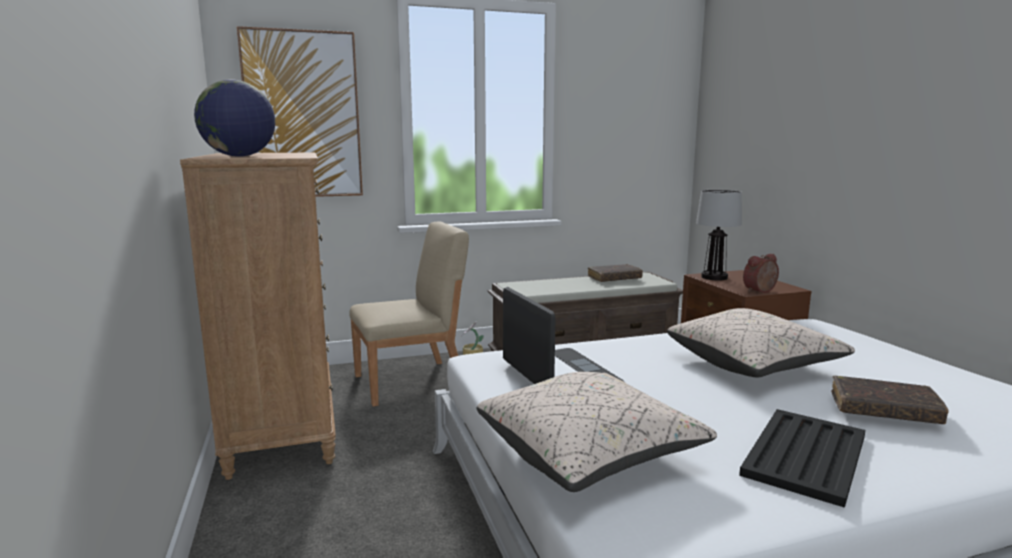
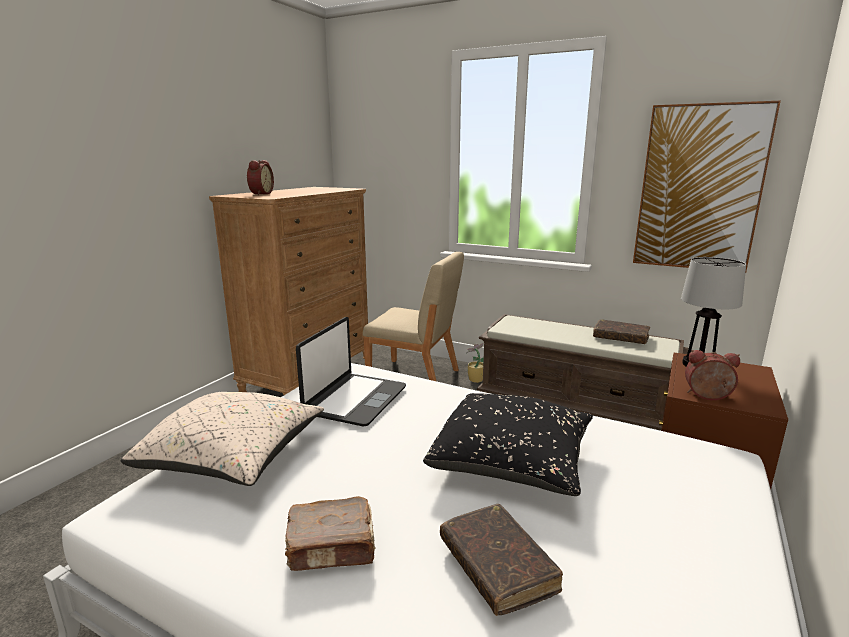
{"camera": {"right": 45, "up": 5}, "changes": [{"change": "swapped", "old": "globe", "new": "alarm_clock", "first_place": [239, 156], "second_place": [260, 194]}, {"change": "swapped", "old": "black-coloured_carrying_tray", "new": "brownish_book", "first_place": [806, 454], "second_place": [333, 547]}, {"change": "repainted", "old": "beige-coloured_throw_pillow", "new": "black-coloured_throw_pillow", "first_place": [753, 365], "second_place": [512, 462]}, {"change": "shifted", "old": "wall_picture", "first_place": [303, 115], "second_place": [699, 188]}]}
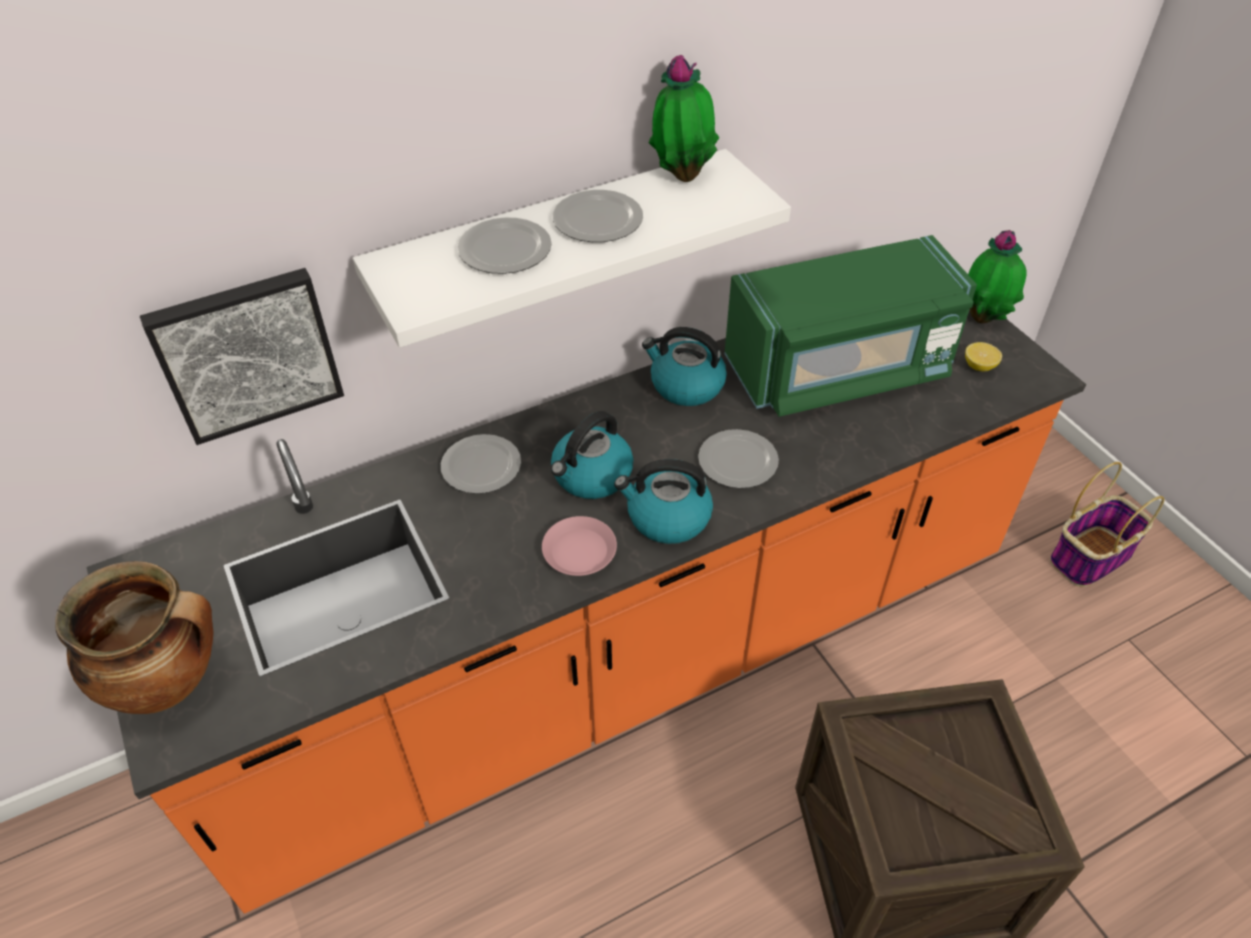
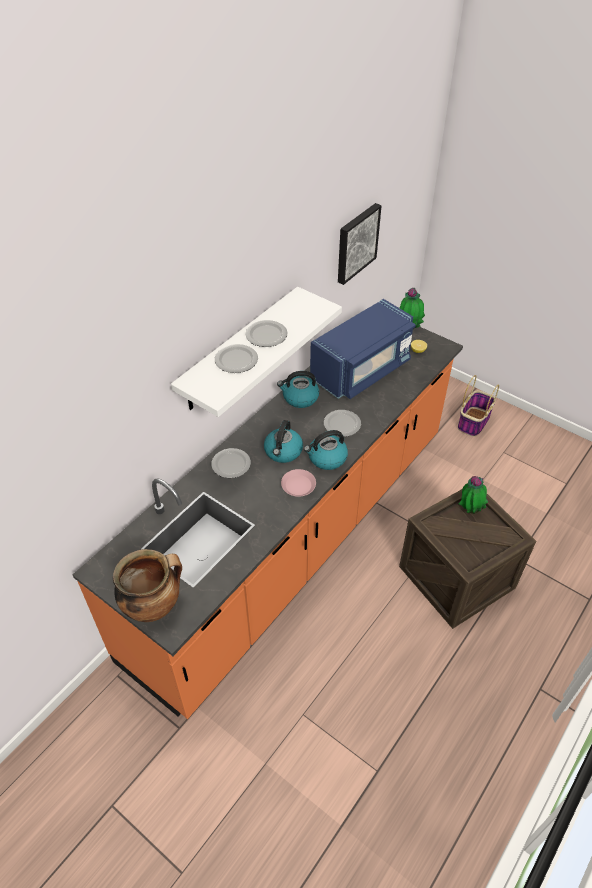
{"camera": {"right": -25, "up": 0}, "changes": [{"change": "repainted", "old": "green-coloured_kitchen_microwave", "new": "blue-coloured_kitchen_microwave", "first_place": [839, 369], "second_place": [361, 370]}, {"change": "shifted", "old": "wall_picture", "first_place": [247, 353], "second_place": [356, 243]}, {"change": "shifted", "old": "houseplant", "first_place": [682, 176], "second_place": [469, 509]}]}
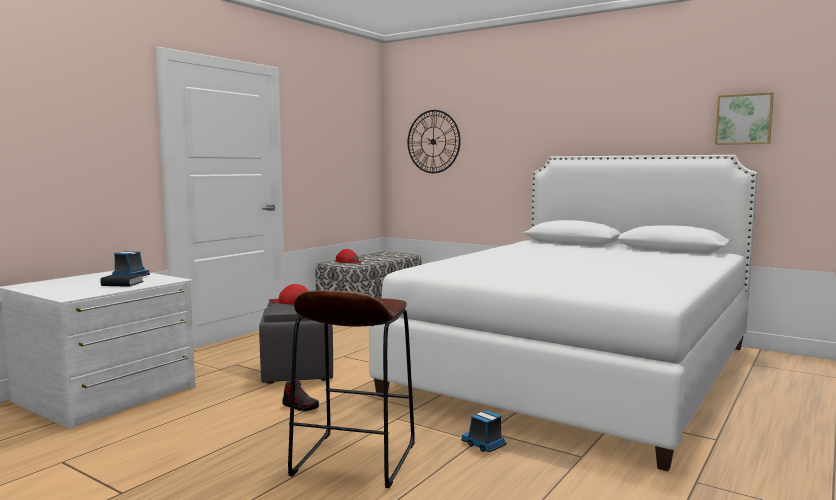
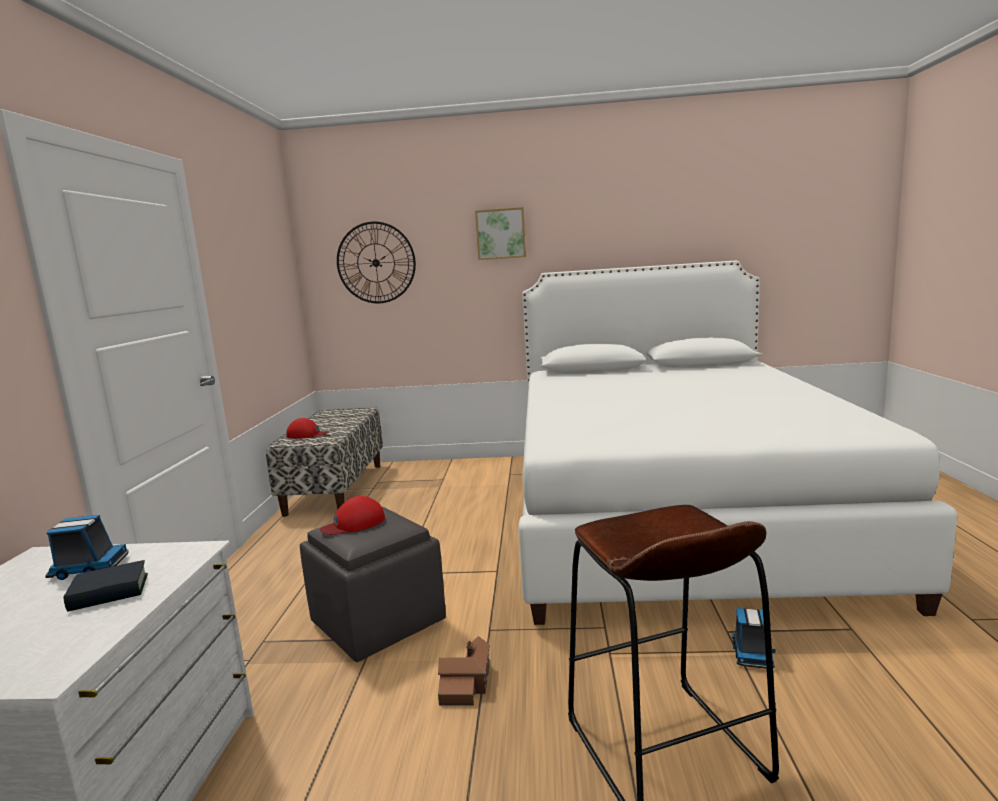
{"camera": {"right": -30, "up": 5}, "changes": [{"change": "swapped", "old": "item_of_footwear", "new": "miniature_house", "first_place": [300, 406], "second_place": [466, 684]}, {"change": "shifted", "old": "wall_picture", "first_place": [744, 119], "second_place": [501, 234]}, {"change": "rotated", "old": "model_truck", "first_place": [484, 444], "second_place": [752, 653], "degrees": -90}]}
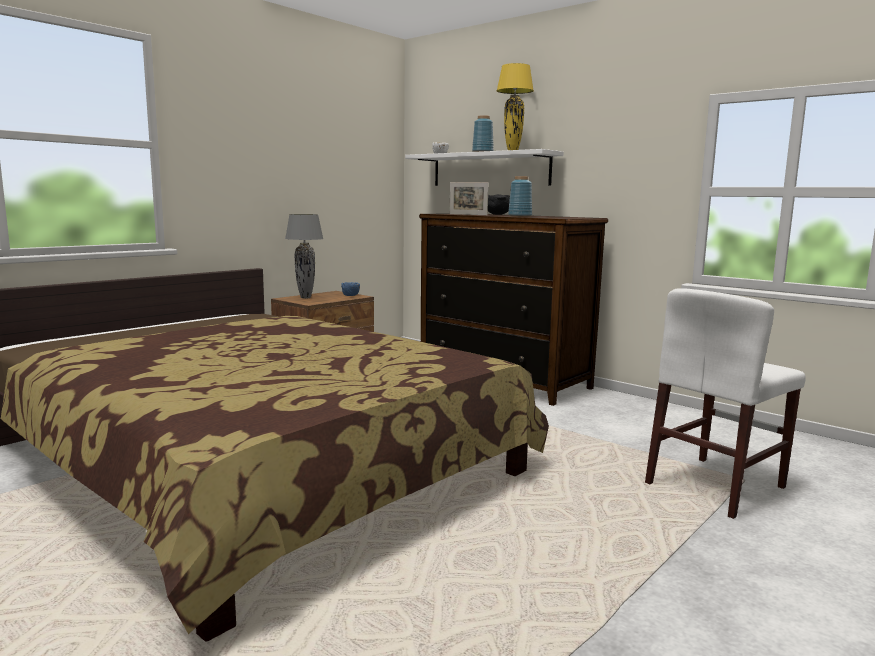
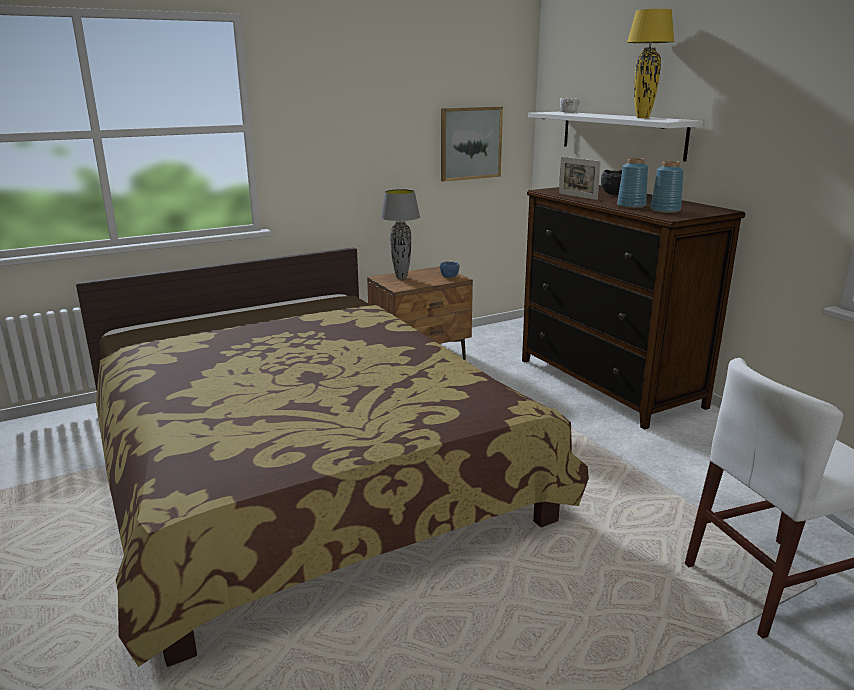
{"camera": {"right": 20, "up": 10}, "changes": [{"change": "new", "new": "wall_picture", "second_place": [470, 143]}, {"change": "shifted", "old": "blue-coloured_vase", "first_place": [483, 152], "second_place": [665, 210]}]}
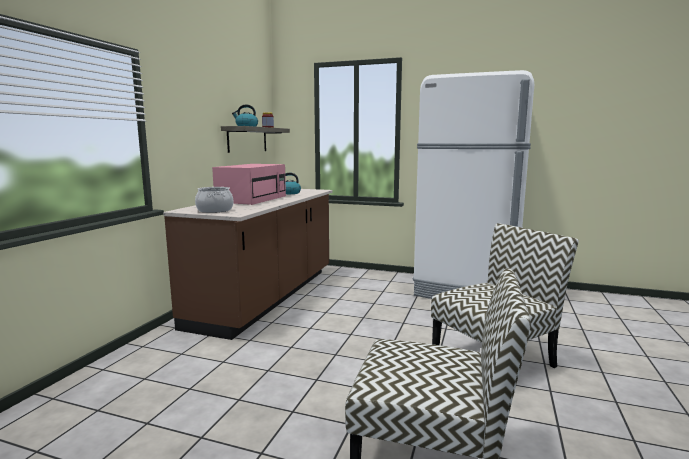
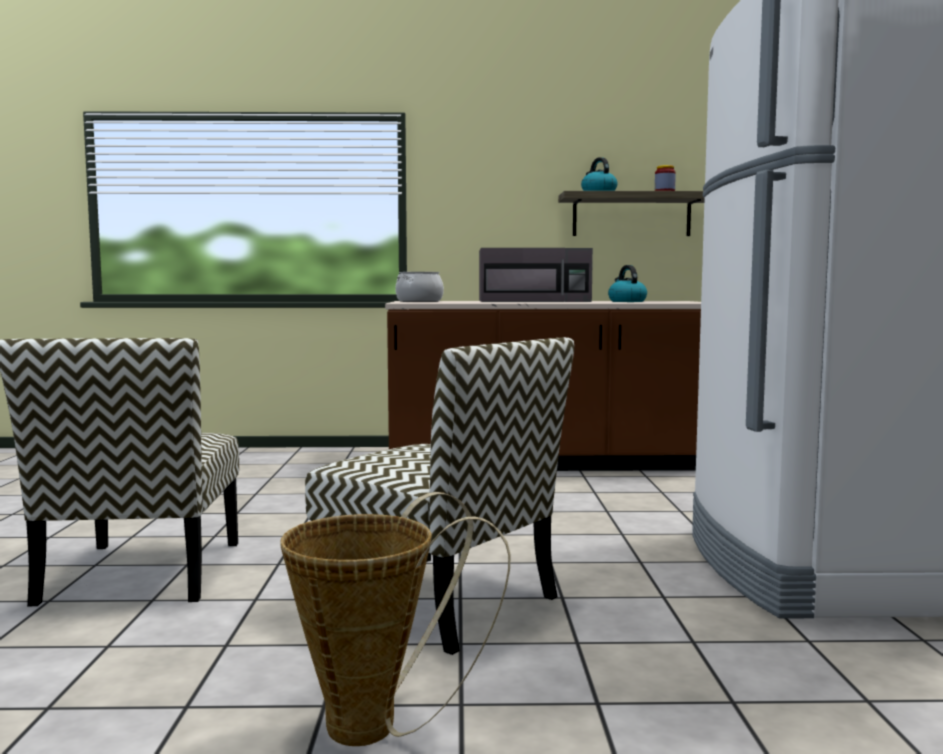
{"camera": {"right": 70, "up": -5}, "changes": [{"change": "new", "new": "household_basket", "second_place": [378, 726]}, {"change": "repainted", "old": "pink_kitchen_microwave", "new": "grey_kitchen_microwave", "first_place": [252, 199], "second_place": [535, 301]}]}
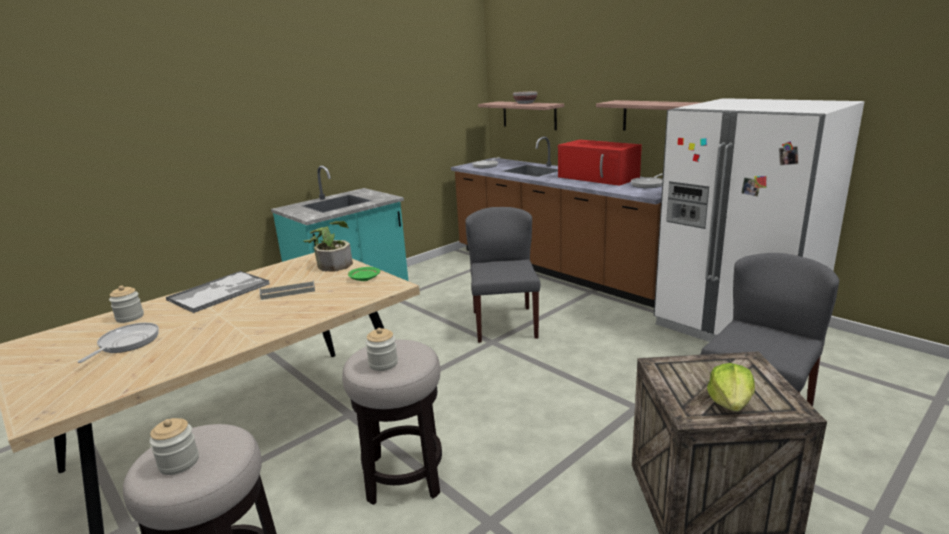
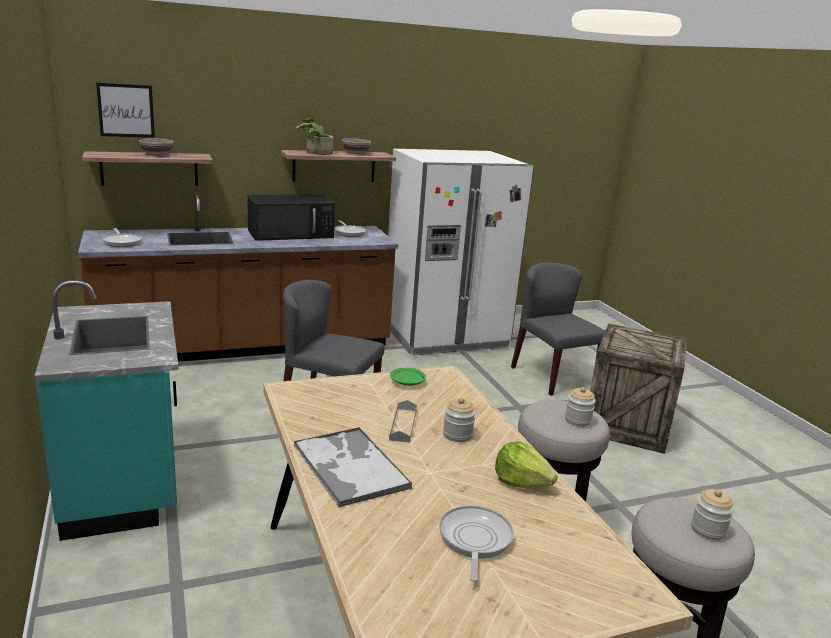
{"camera": {"right": -70, "up": 0}, "changes": [{"change": "new", "new": "wall_picture", "second_place": [126, 110]}, {"change": "repainted", "old": "red-coloured_kitchen_microwave", "new": "black-coloured_kitchen_microwave", "first_place": [599, 177], "second_place": [292, 234]}, {"change": "shifted", "old": "houseplant", "first_place": [332, 264], "second_place": [315, 152]}, {"change": "new", "new": "bowl", "second_place": [355, 153]}, {"change": "rotated", "old": "frying_pan", "first_place": [126, 343], "second_place": [474, 540], "degrees": 60}, {"change": "shifted", "old": "jar", "first_place": [130, 317], "second_place": [457, 435]}, {"change": "shifted", "old": "lettuce_head", "first_place": [730, 403], "second_place": [521, 481]}]}
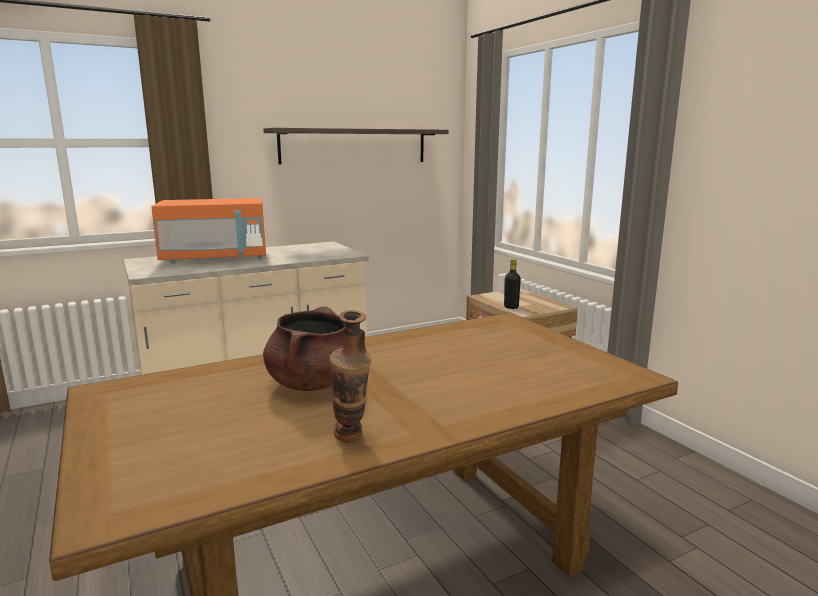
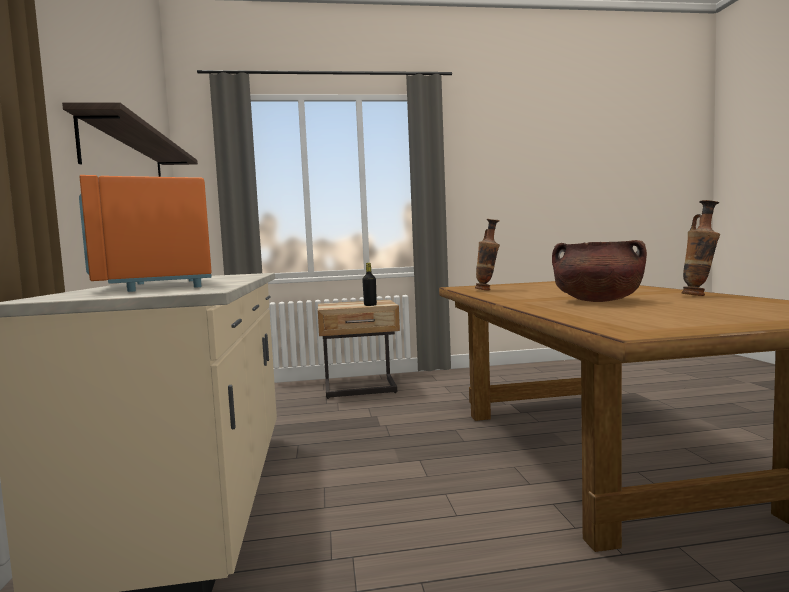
{"camera": {"right": -70, "up": -10}, "changes": [{"change": "rotated", "old": "orange_kitchen_microwave", "first_place": [216, 258], "second_place": [156, 286], "degrees": 150}, {"change": "new", "new": "vase", "second_place": [488, 290]}]}
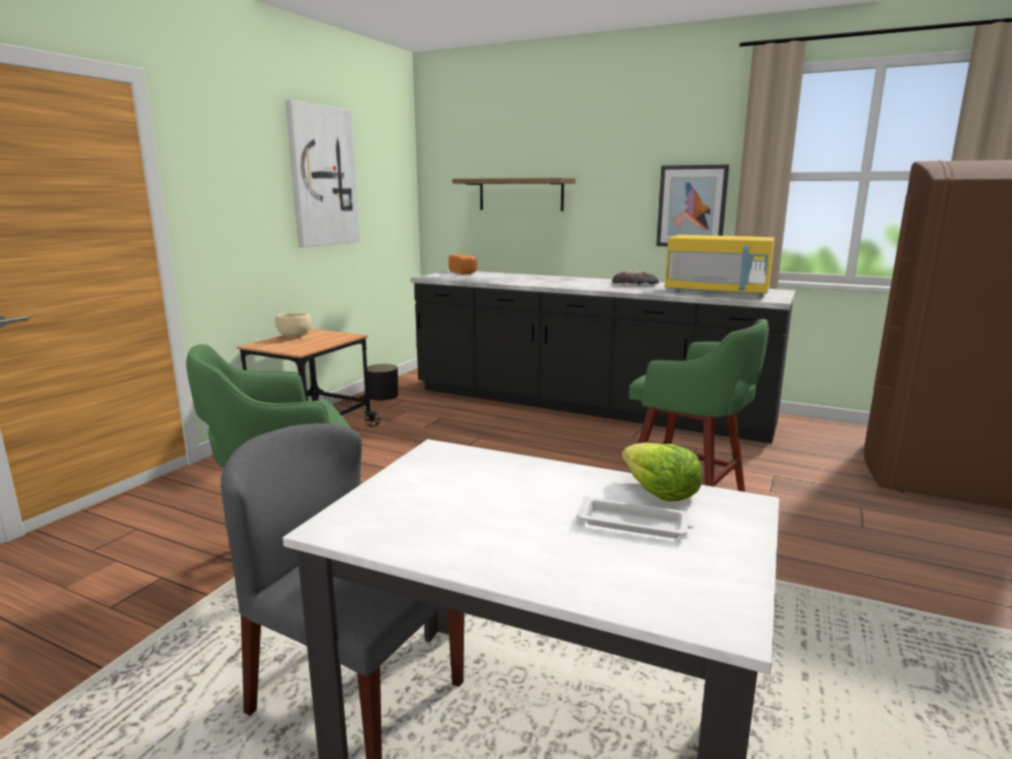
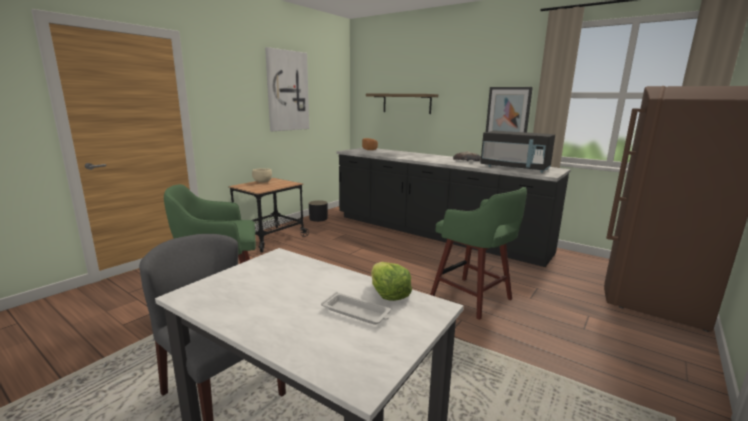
{"camera": {"right": 10, "up": 0}, "changes": [{"change": "repainted", "old": "yellowish_kitchen_microwave", "new": "black-coloured_kitchen_microwave", "first_place": [717, 293], "second_place": [515, 168]}]}
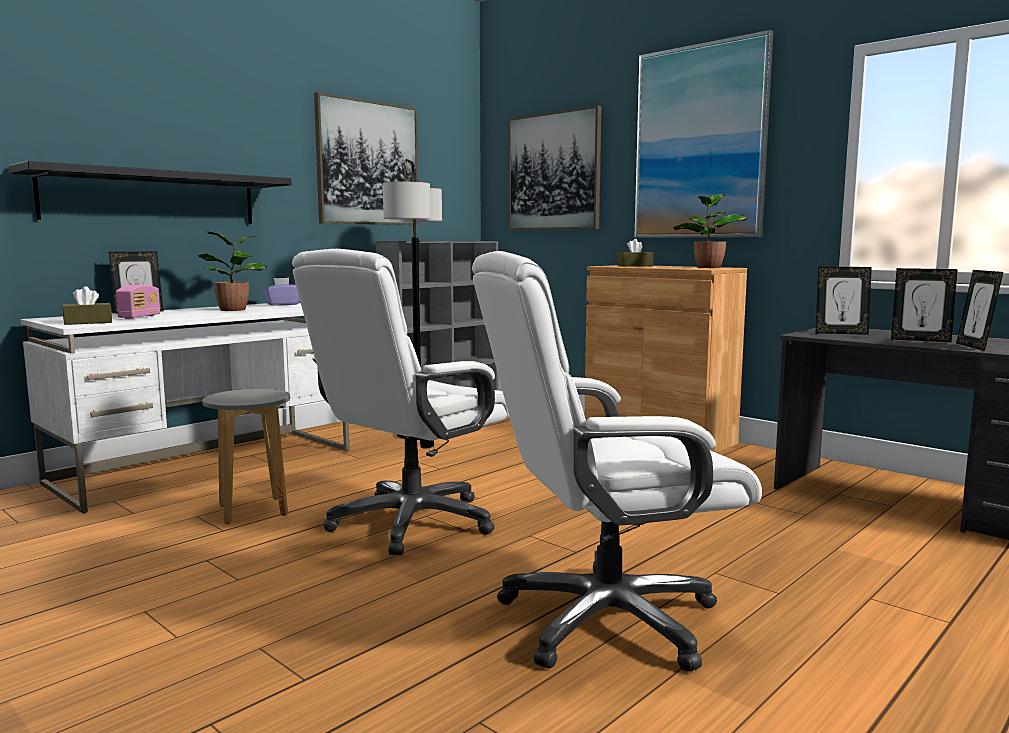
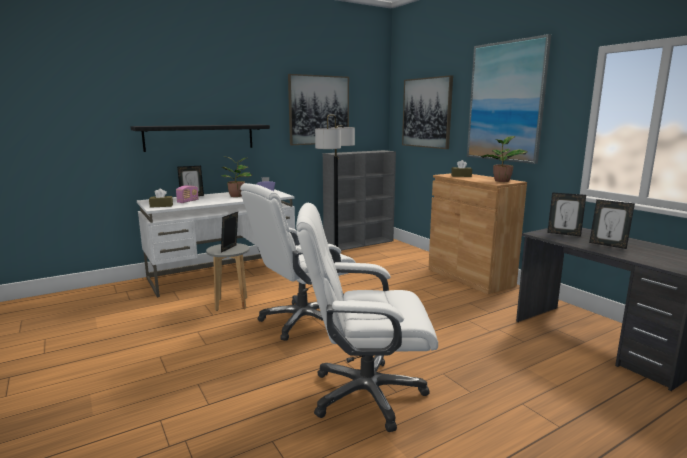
{"camera": {"right": 15, "up": 5}, "changes": [{"change": "shifted", "old": "photo_frame", "first_place": [974, 347], "second_place": [230, 249]}]}
